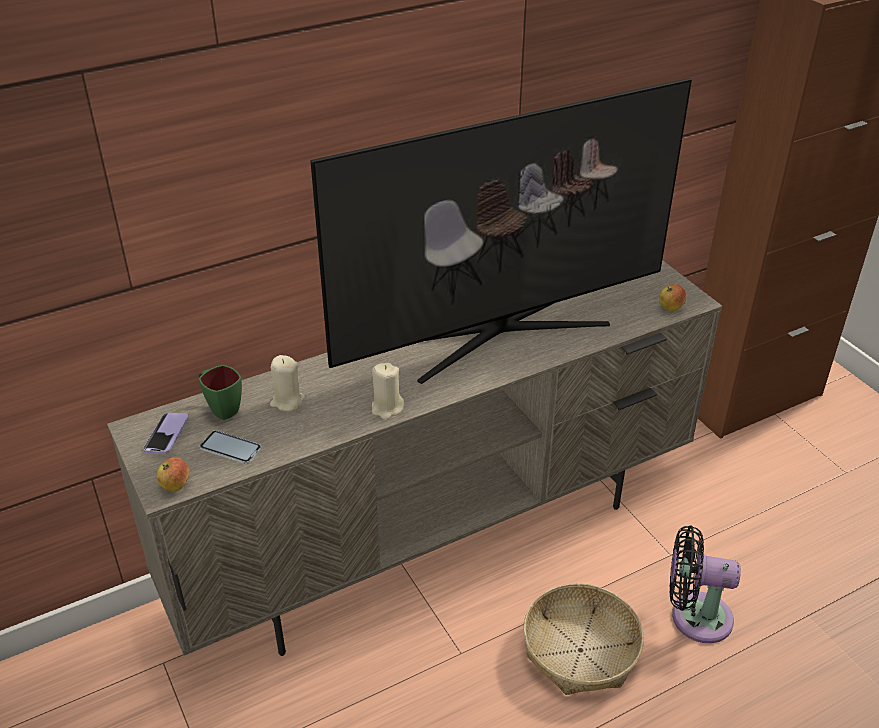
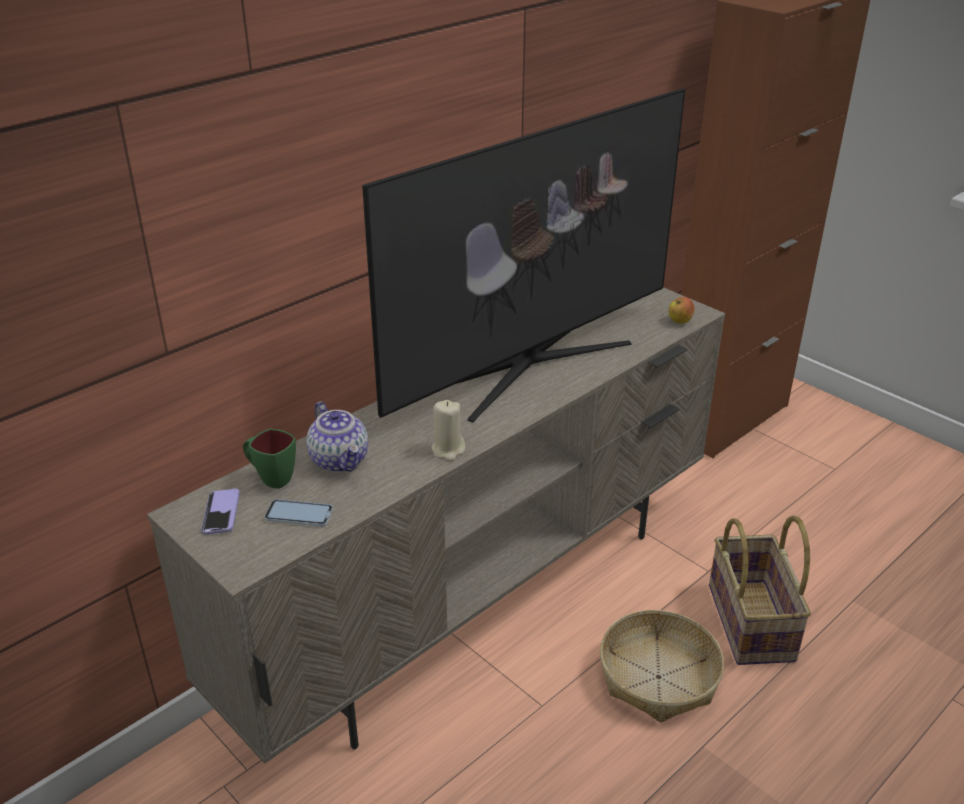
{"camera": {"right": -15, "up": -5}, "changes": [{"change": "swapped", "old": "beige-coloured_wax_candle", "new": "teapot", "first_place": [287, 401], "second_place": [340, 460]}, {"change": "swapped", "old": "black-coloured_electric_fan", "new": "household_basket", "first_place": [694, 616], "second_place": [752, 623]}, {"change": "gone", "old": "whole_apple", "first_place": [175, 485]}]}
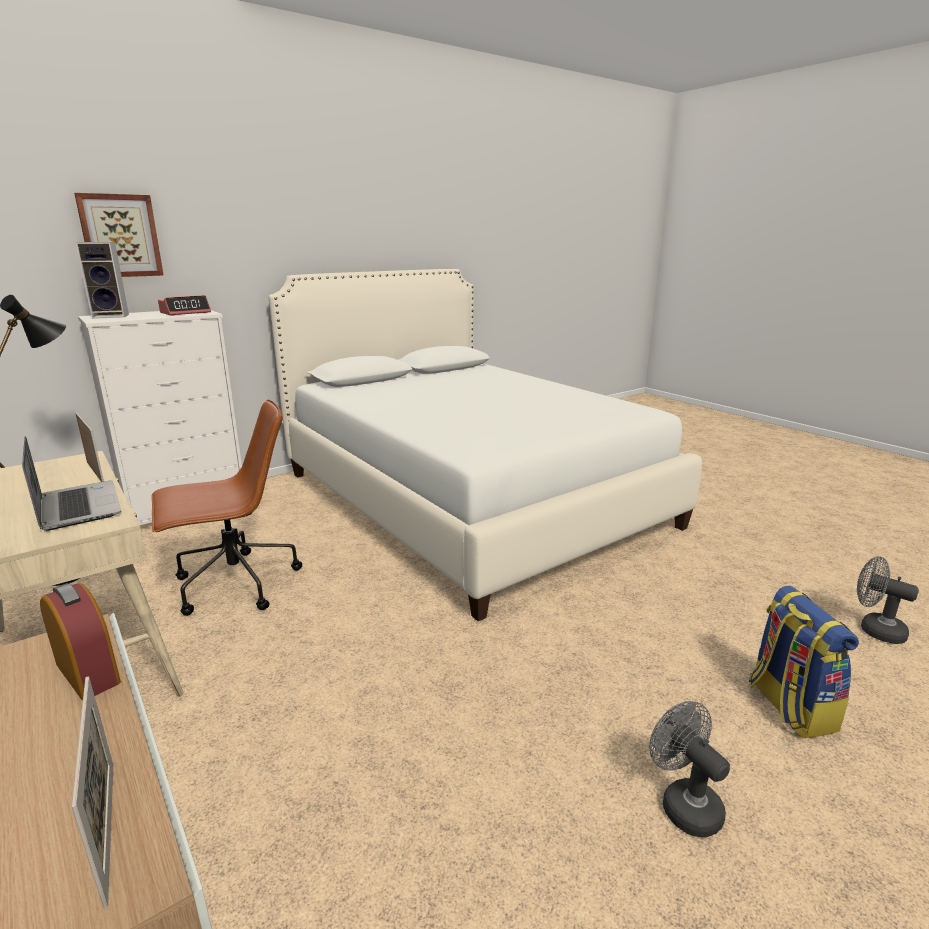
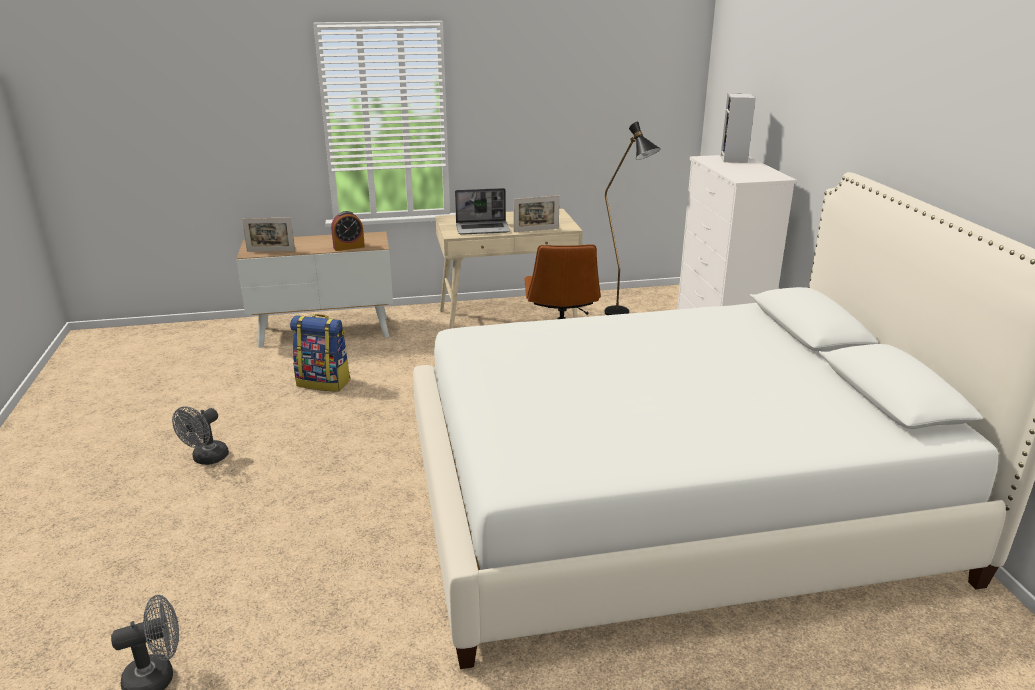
{"camera": {"right": 115, "up": 5}, "changes": [{"change": "rotated", "old": "grey_electric_fan", "first_place": [684, 803], "second_place": [206, 459], "degrees": 120}, {"change": "shifted", "old": "backpack", "first_place": [789, 706], "second_place": [324, 382]}, {"change": "gone", "old": "wall_picture", "first_place": [120, 236]}, {"change": "gone", "old": "alarm_clock", "first_place": [185, 312]}]}
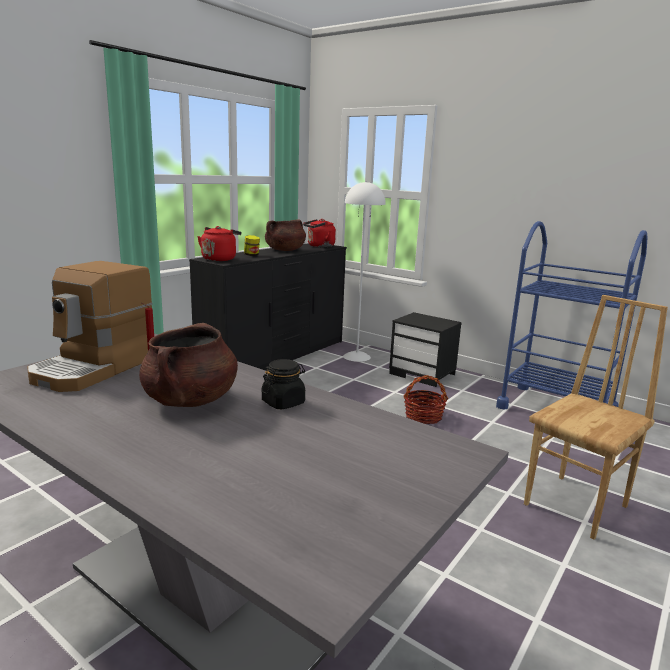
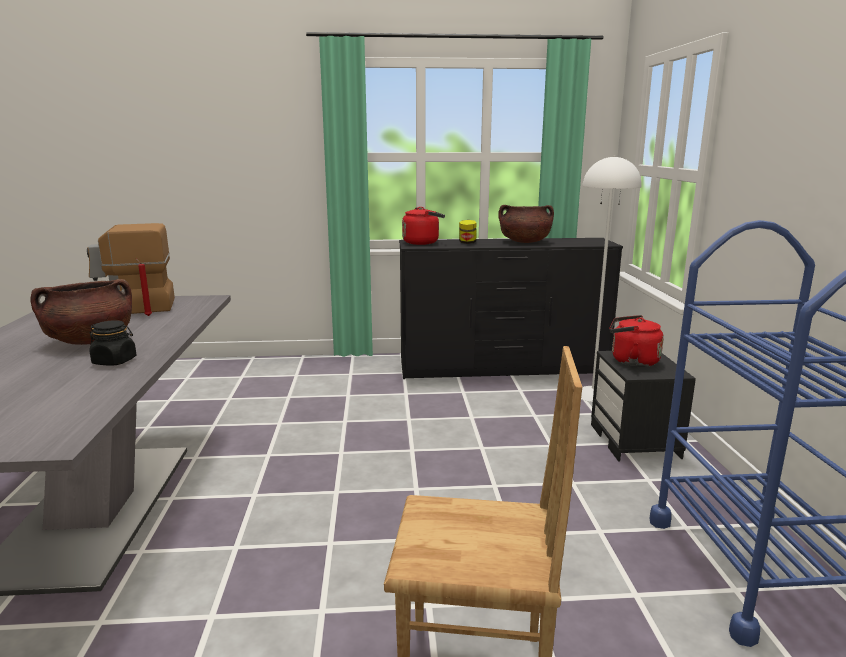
{"camera": {"right": 50, "up": 0}, "changes": [{"change": "shifted", "old": "red-coloured_tea_kettle", "first_place": [319, 246], "second_place": [631, 361]}, {"change": "gone", "old": "household_basket", "first_place": [423, 416]}]}
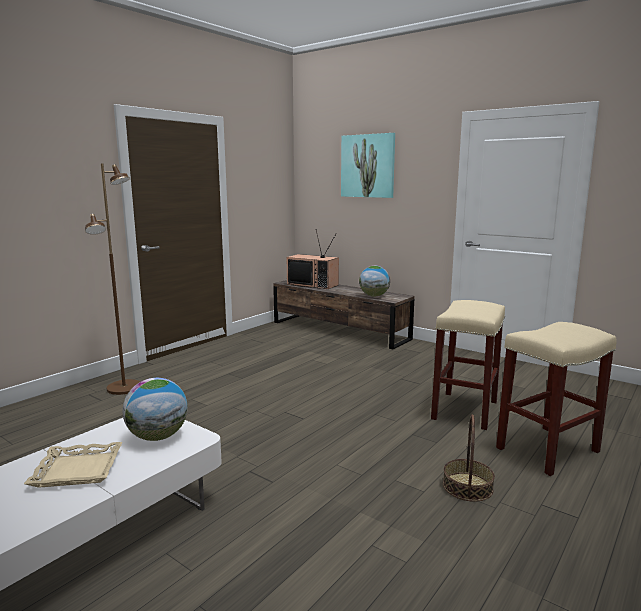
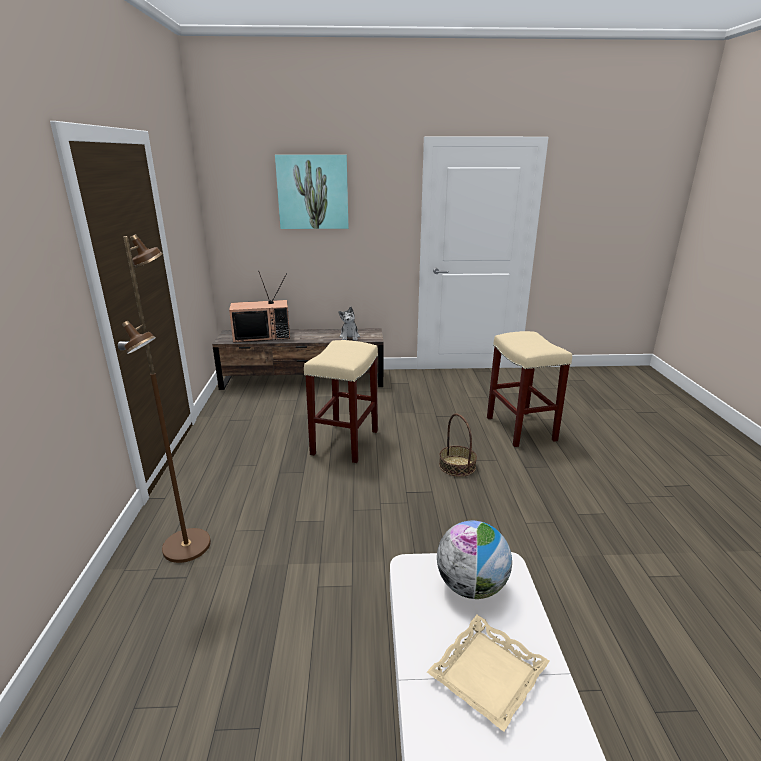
{"camera": {"right": -40, "up": 10}, "changes": [{"change": "shifted", "old": "beige-coloured_sitting_stool", "first_place": [547, 450], "second_place": [345, 443]}, {"change": "swapped", "old": "globe", "new": "cuddly_toy", "first_place": [374, 296], "second_place": [349, 337]}, {"change": "shifted", "old": "household_basket", "first_place": [467, 486], "second_place": [457, 466]}]}
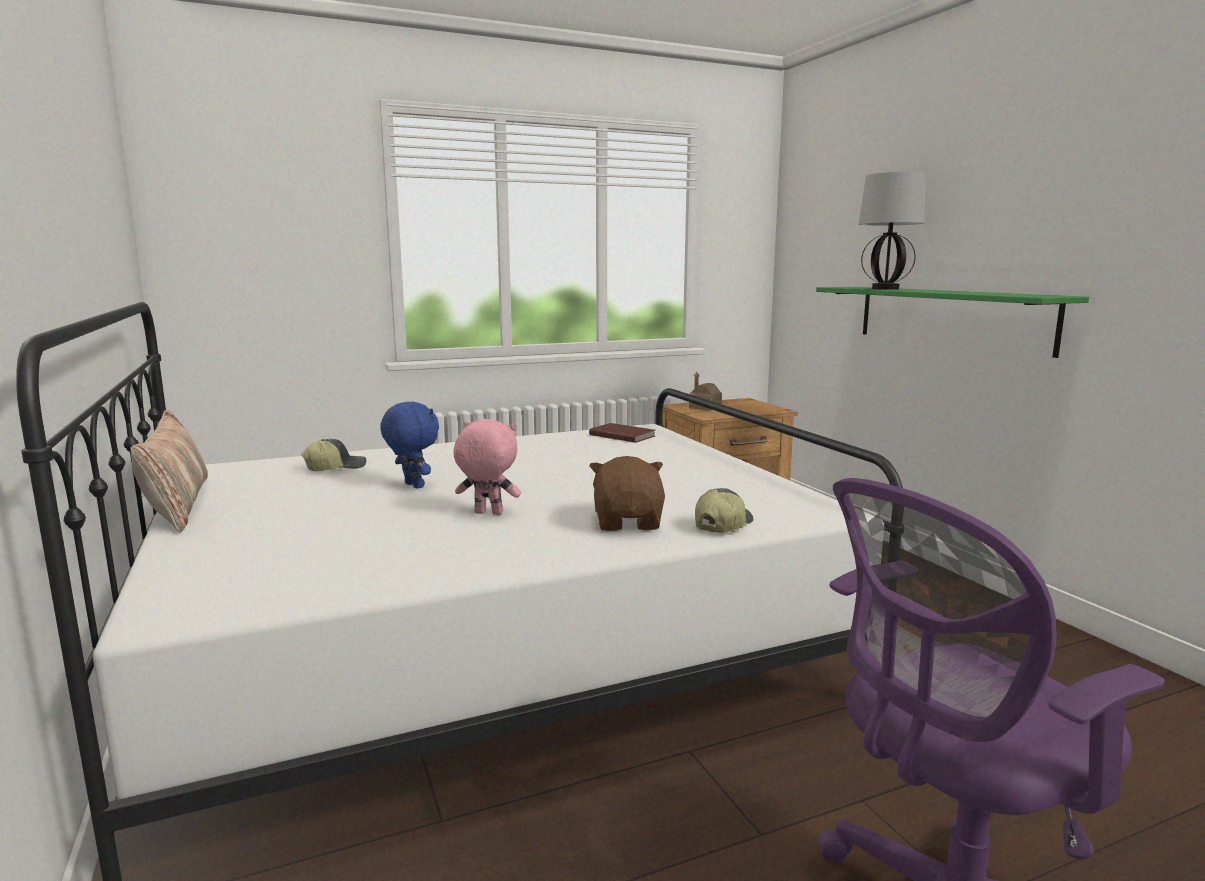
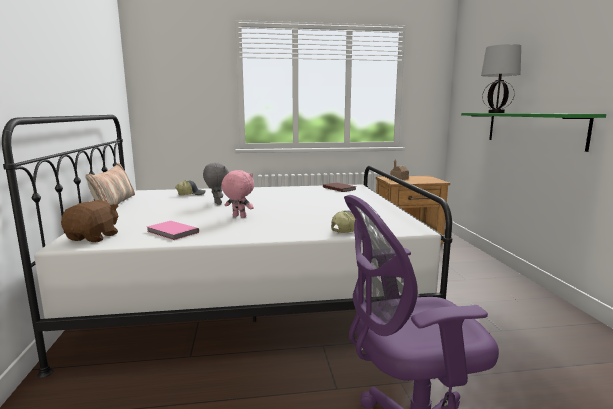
{"camera": {"right": 15, "up": 0}, "changes": [{"change": "shifted", "old": "brownish_cuddly_toy", "first_place": [628, 522], "second_place": [94, 237]}, {"change": "new", "new": "pink_book", "second_place": [172, 232]}, {"change": "repainted", "old": "blue-coloured_cuddly_toy", "new": "grey_cuddly_toy", "first_place": [412, 486], "second_place": [217, 203]}]}
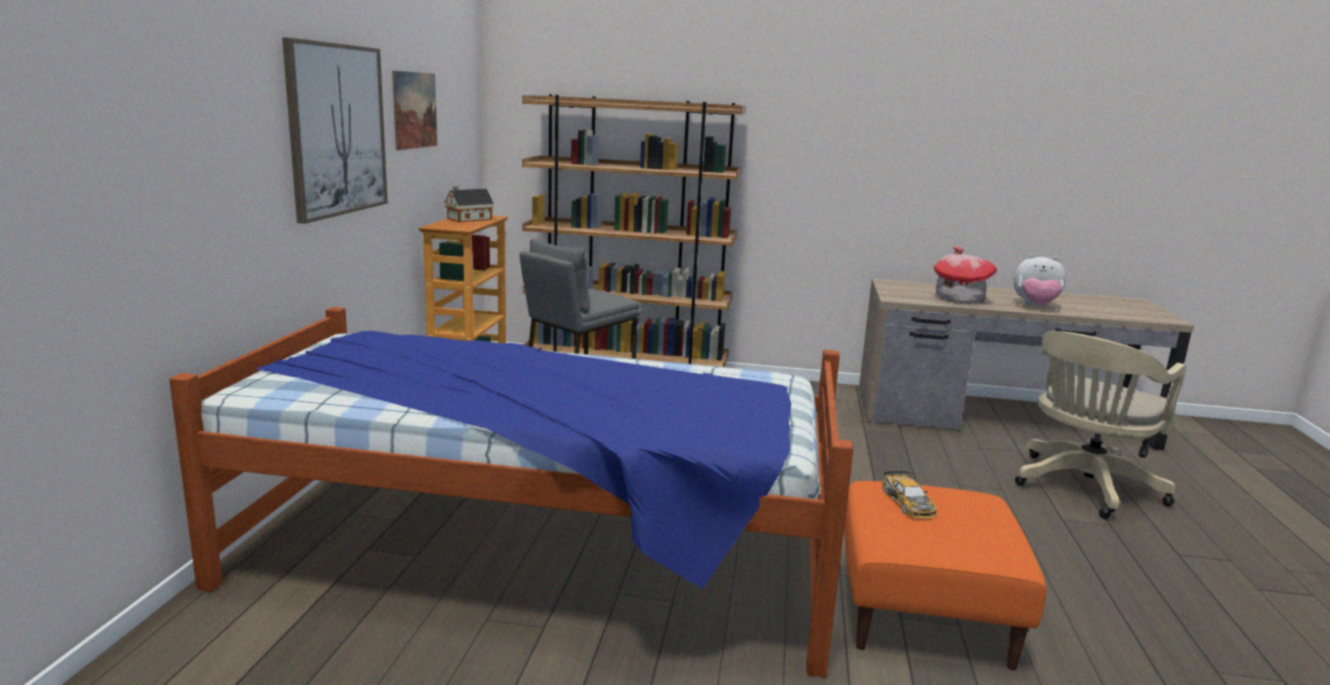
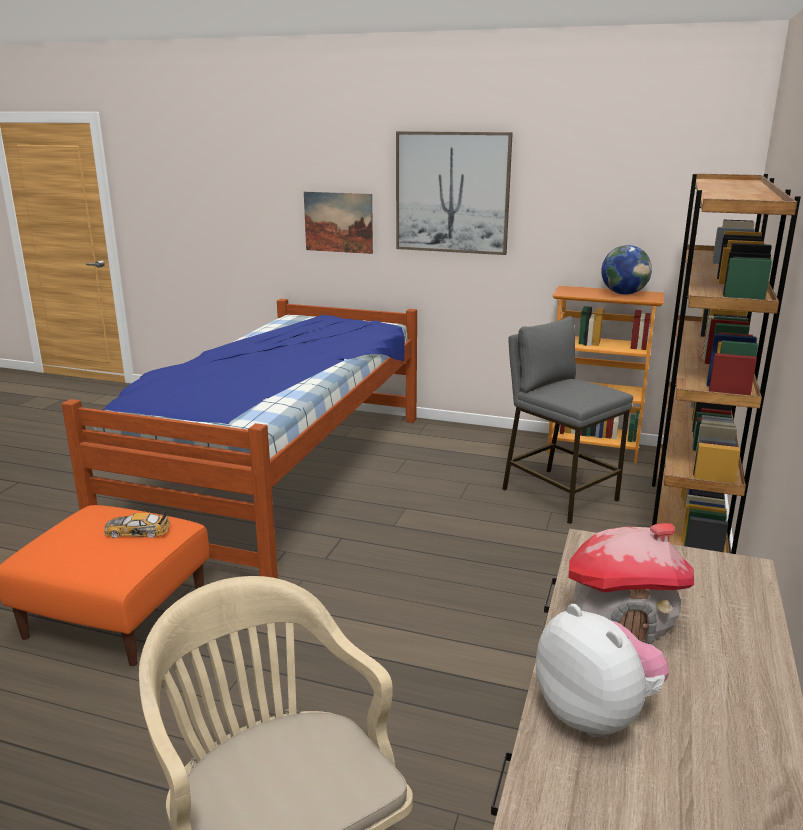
{"camera": {"right": 100, "up": 5}, "changes": [{"change": "shifted", "old": "wall_picture", "first_place": [415, 110], "second_place": [338, 222]}, {"change": "rotated", "old": "cuddly_toy", "first_place": [1035, 306], "second_place": [596, 714], "degrees": 120}, {"change": "swapped", "old": "miniature_house", "new": "globe", "first_place": [467, 219], "second_place": [623, 293]}]}
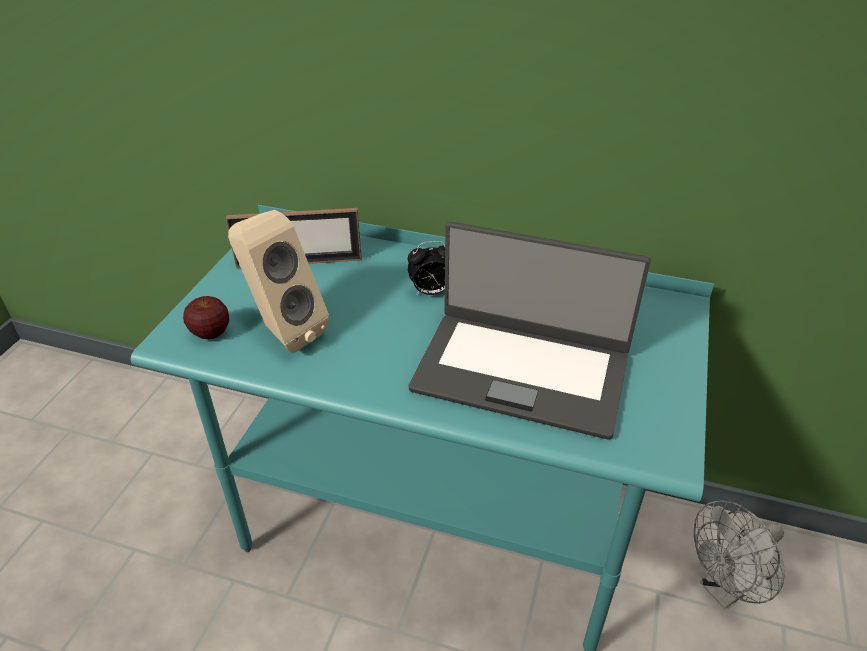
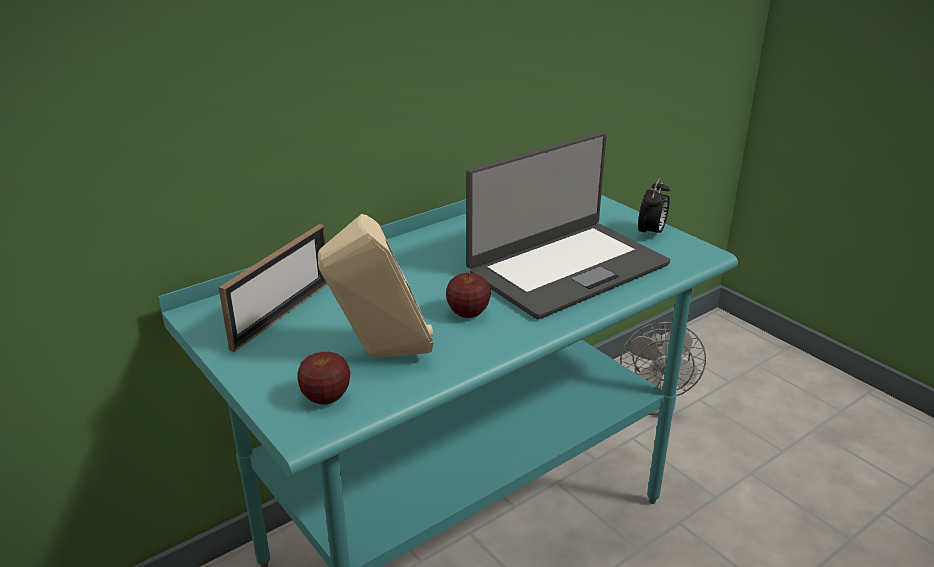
{"camera": {"right": -55, "up": -10}, "changes": [{"change": "new", "new": "whole_apple", "second_place": [467, 313]}, {"change": "shifted", "old": "alarm_clock", "first_place": [431, 292], "second_place": [651, 233]}]}
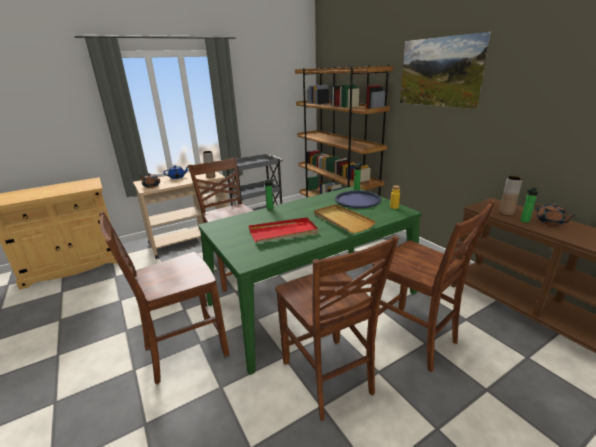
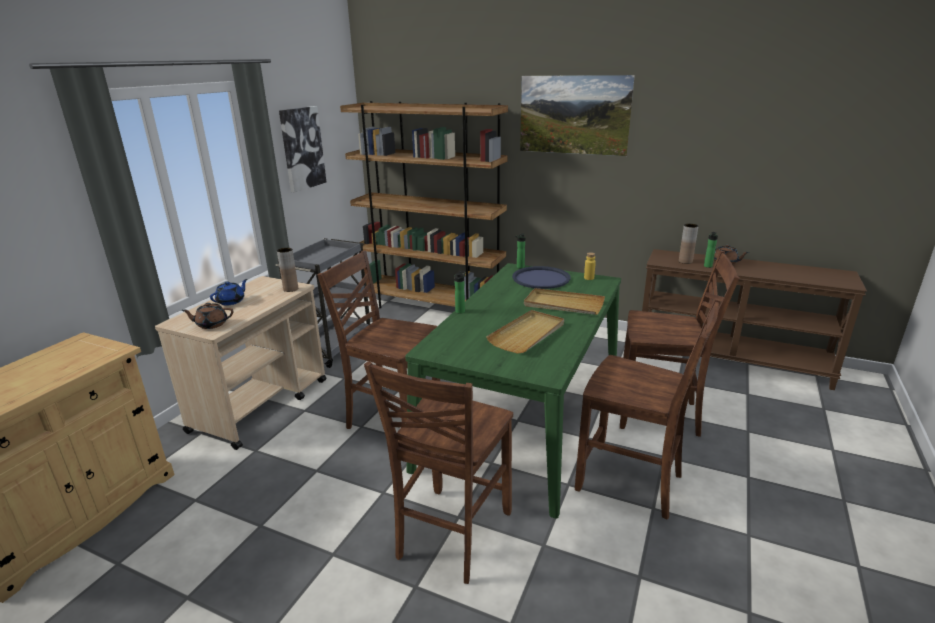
{"camera": {"right": -35, "up": 0}, "changes": [{"change": "new", "new": "wall_picture", "second_place": [302, 148]}, {"change": "repainted", "old": "red-coloured_carrying_tray", "new": "beige-coloured_carrying_tray", "first_place": [283, 232], "second_place": [527, 334]}]}
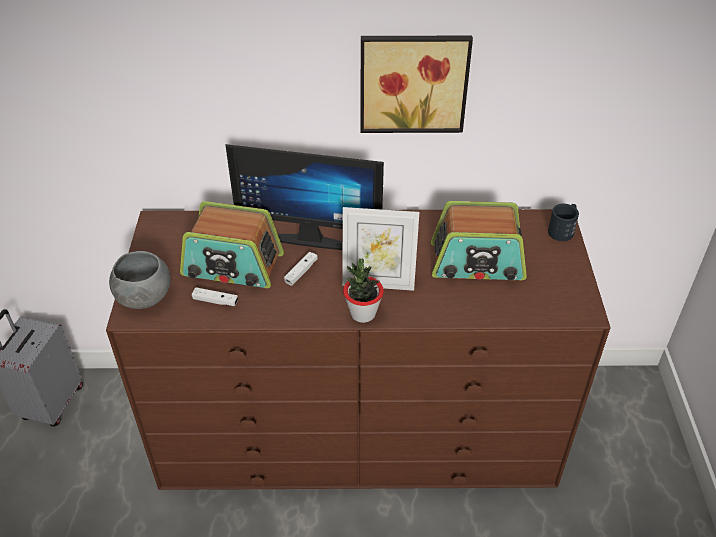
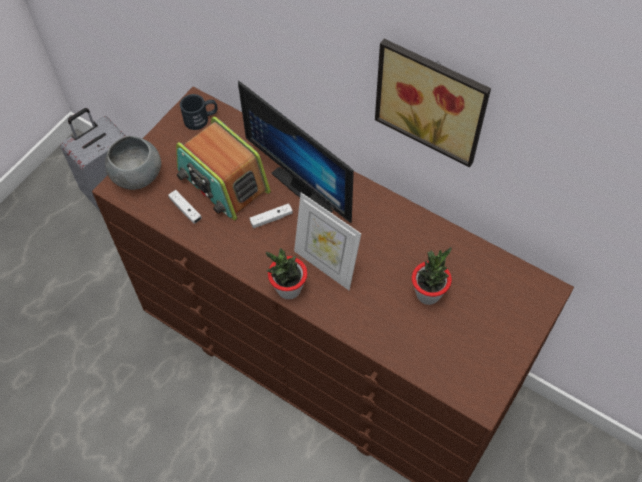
{"camera": {"right": 35, "up": 15}, "changes": [{"change": "shifted", "old": "black-coloured_tea_mug", "first_place": [563, 229], "second_place": [201, 119]}, {"change": "swapped", "old": "radio_set", "new": "houseplant", "first_place": [477, 262], "second_place": [428, 294]}]}
